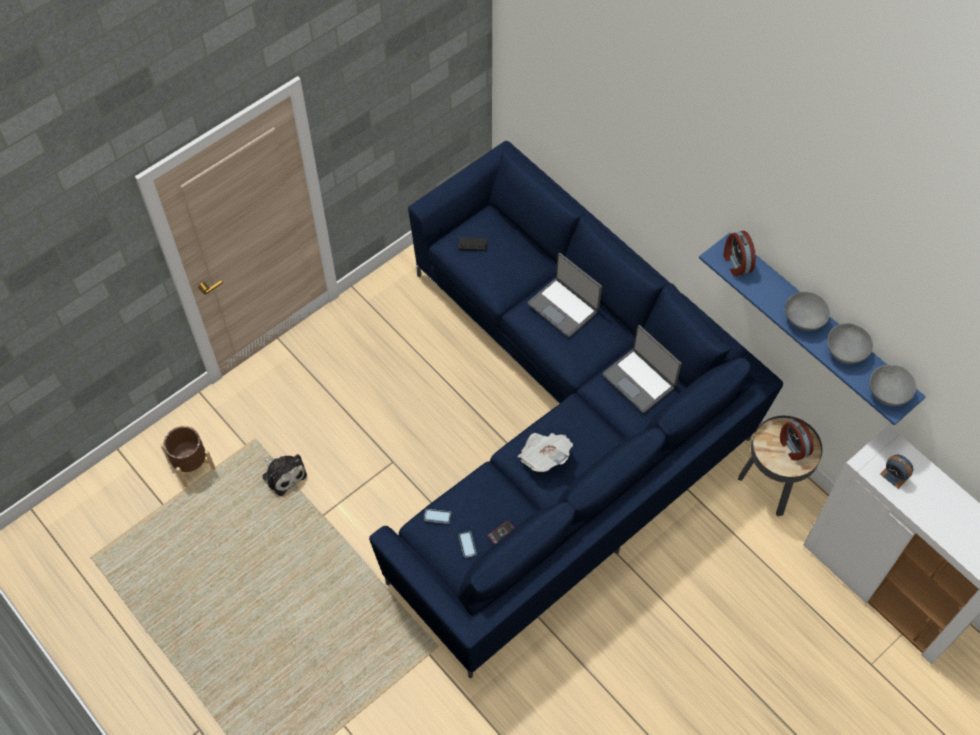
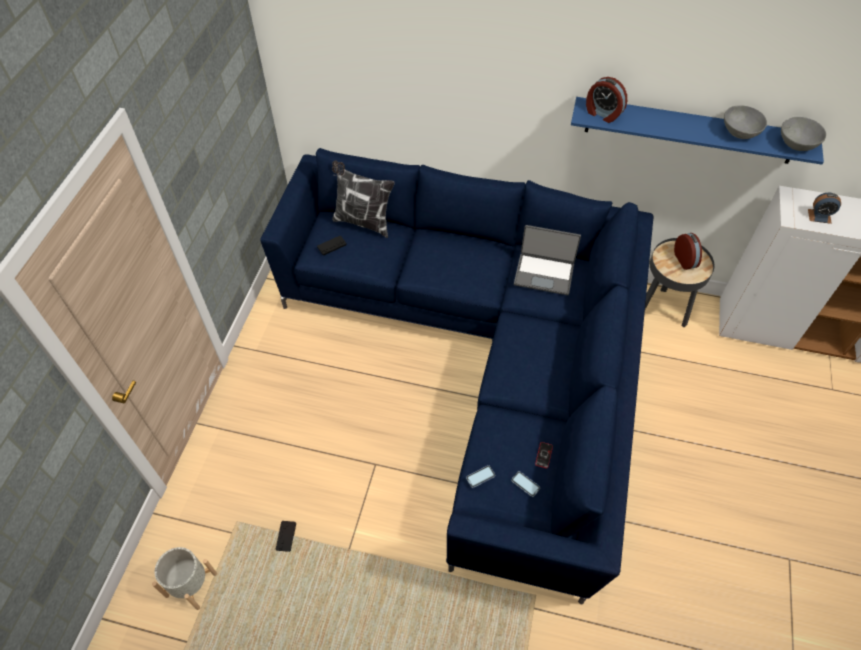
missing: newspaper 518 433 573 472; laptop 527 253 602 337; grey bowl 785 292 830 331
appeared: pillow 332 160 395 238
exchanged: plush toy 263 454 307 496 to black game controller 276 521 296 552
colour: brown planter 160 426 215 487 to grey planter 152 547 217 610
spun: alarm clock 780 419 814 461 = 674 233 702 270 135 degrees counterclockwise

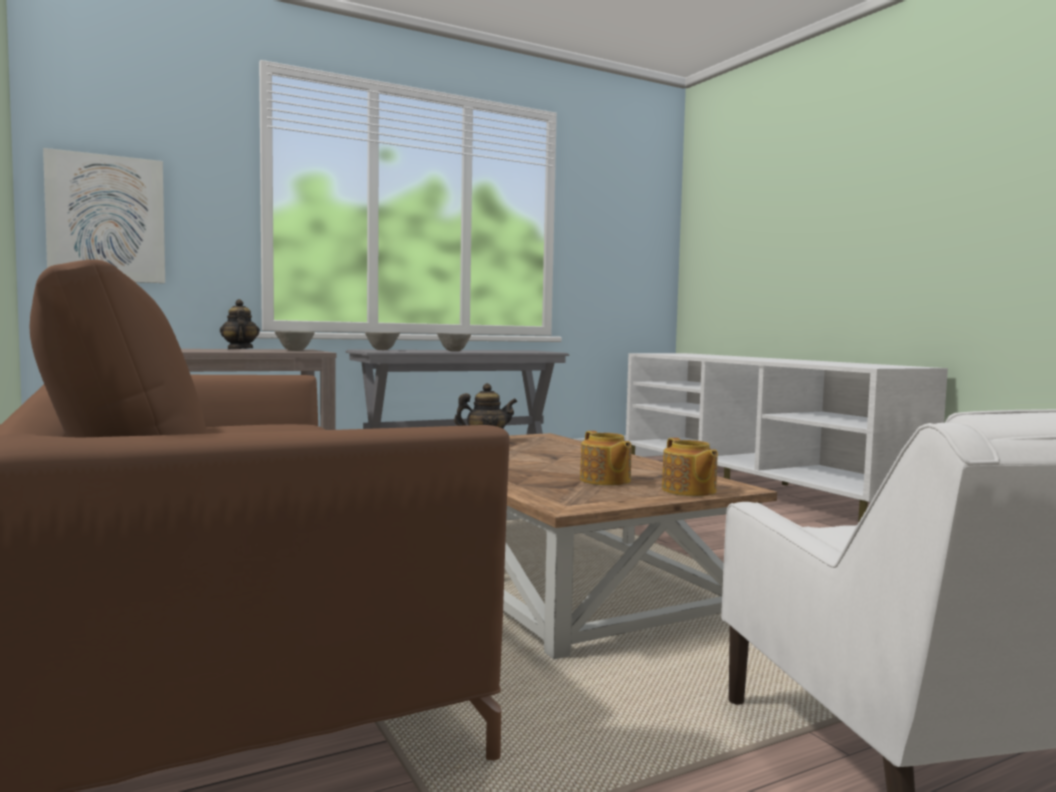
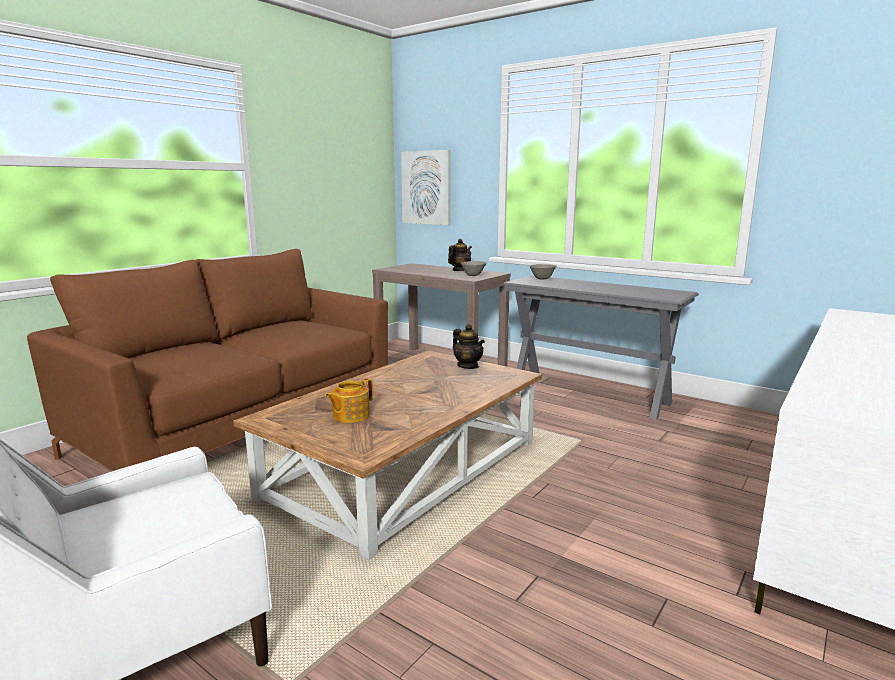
missing: grey bowl 437 333 471 351; teapot 662 438 718 496

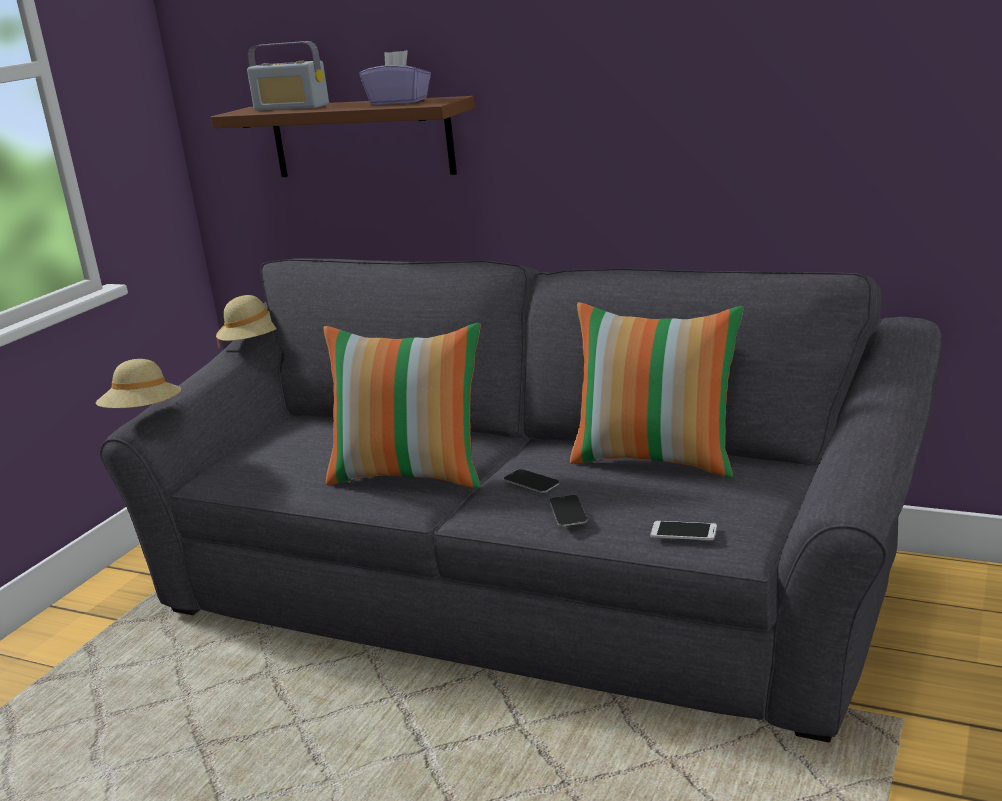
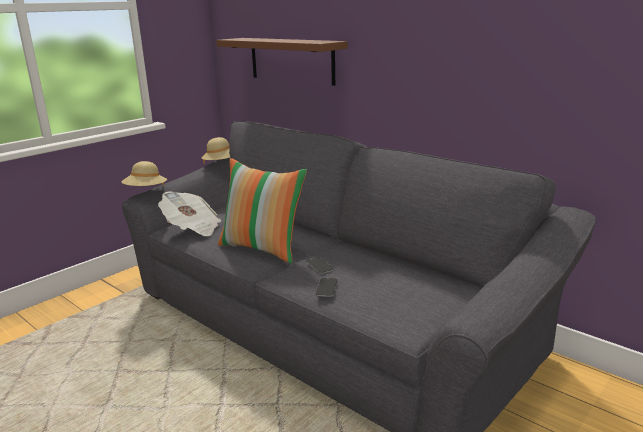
missing: radio 247 41 329 111; purple tissue box 360 50 431 105; pillow 570 302 744 478; phone 650 521 717 540
appeared: newspaper 158 191 221 236

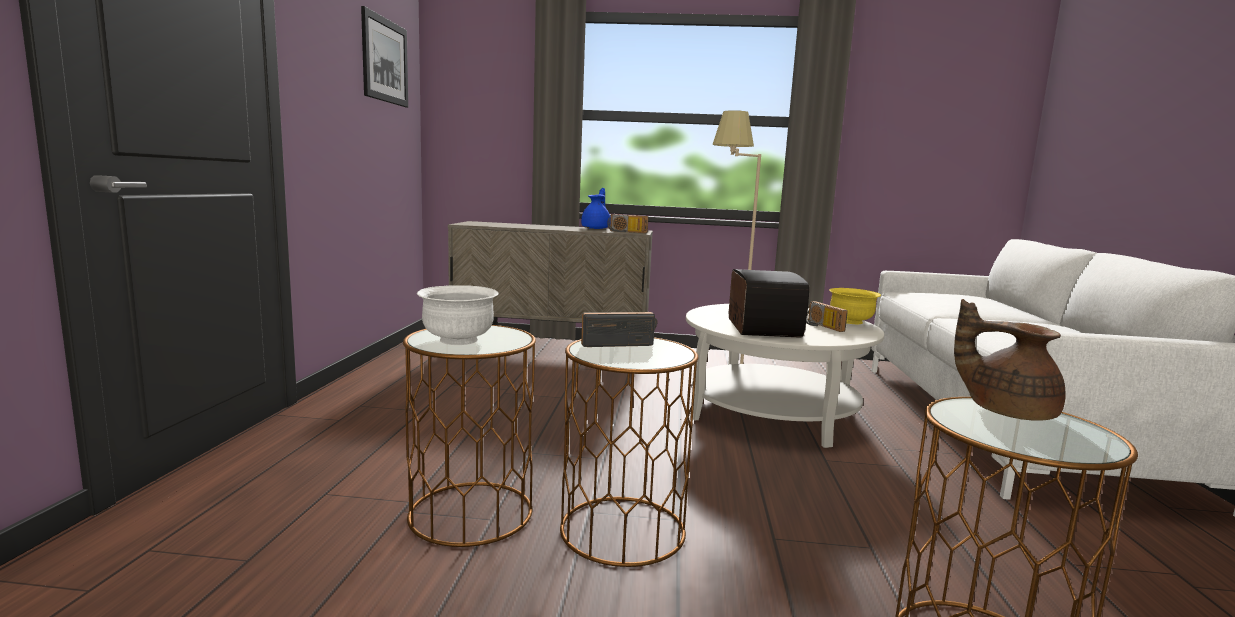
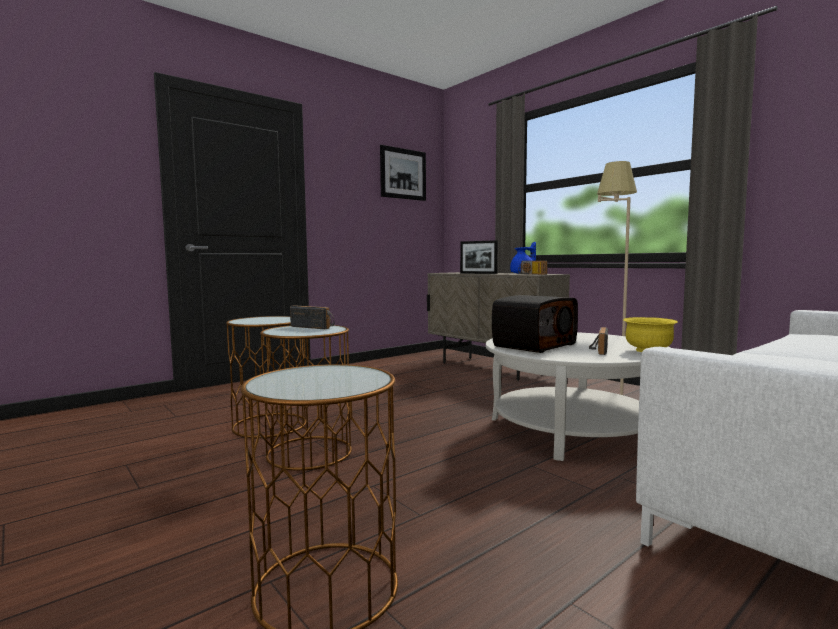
missing: white bowl 417 285 499 345; brown teapot 954 299 1065 421
appeared: picture frame 460 240 498 274

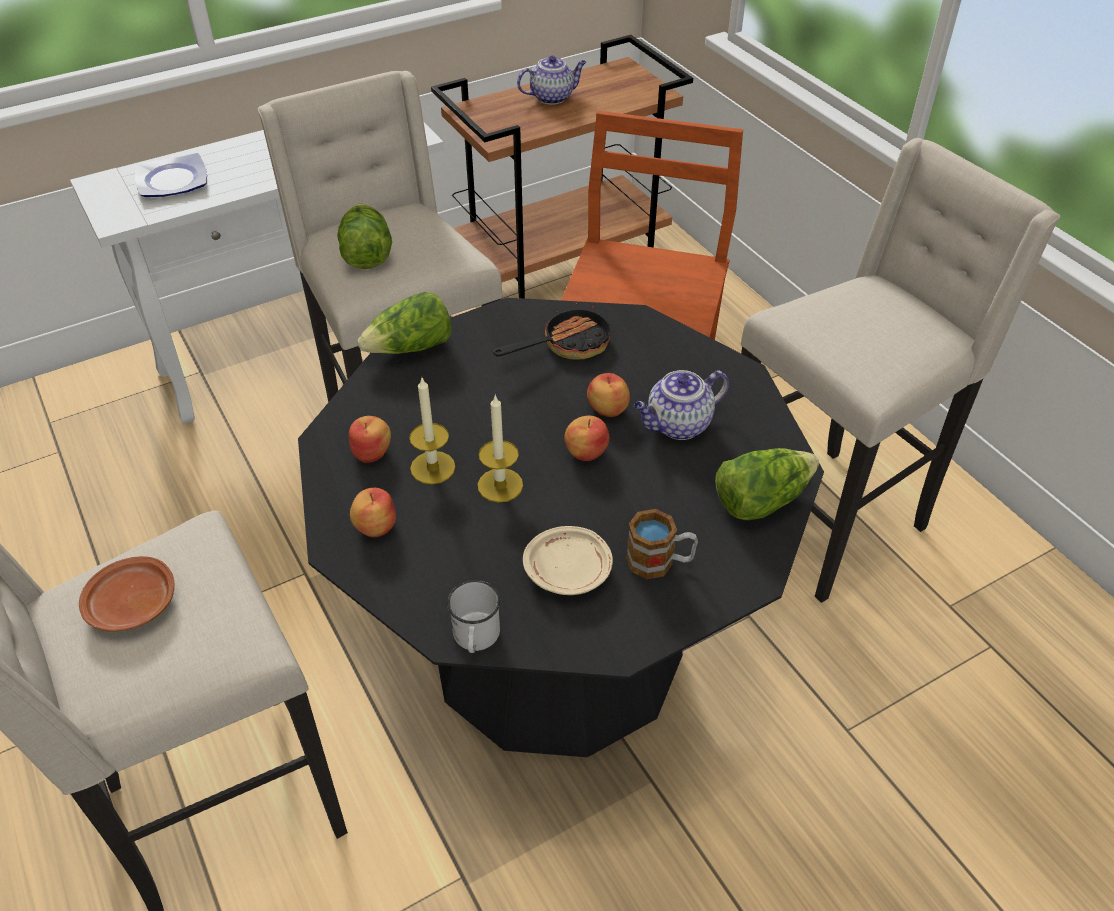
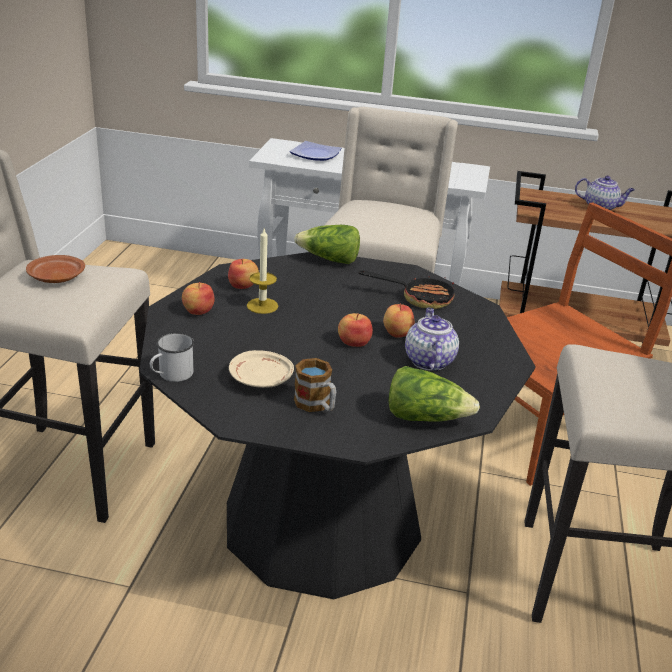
missing: lettuce 337 203 392 269; candle 478 394 523 503
spun: teapot 634 370 729 440 = 405 308 459 371 75 degrees clockwise

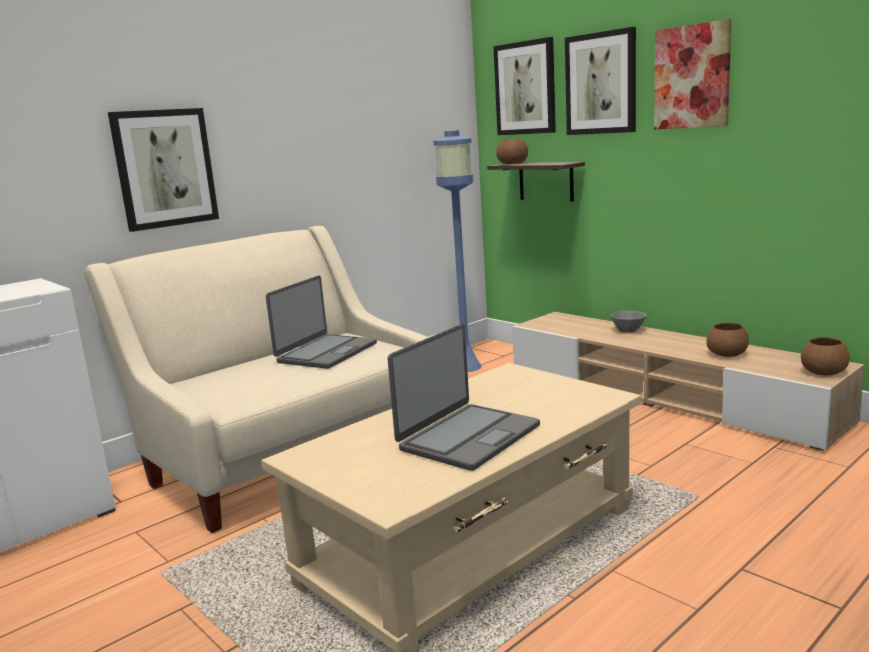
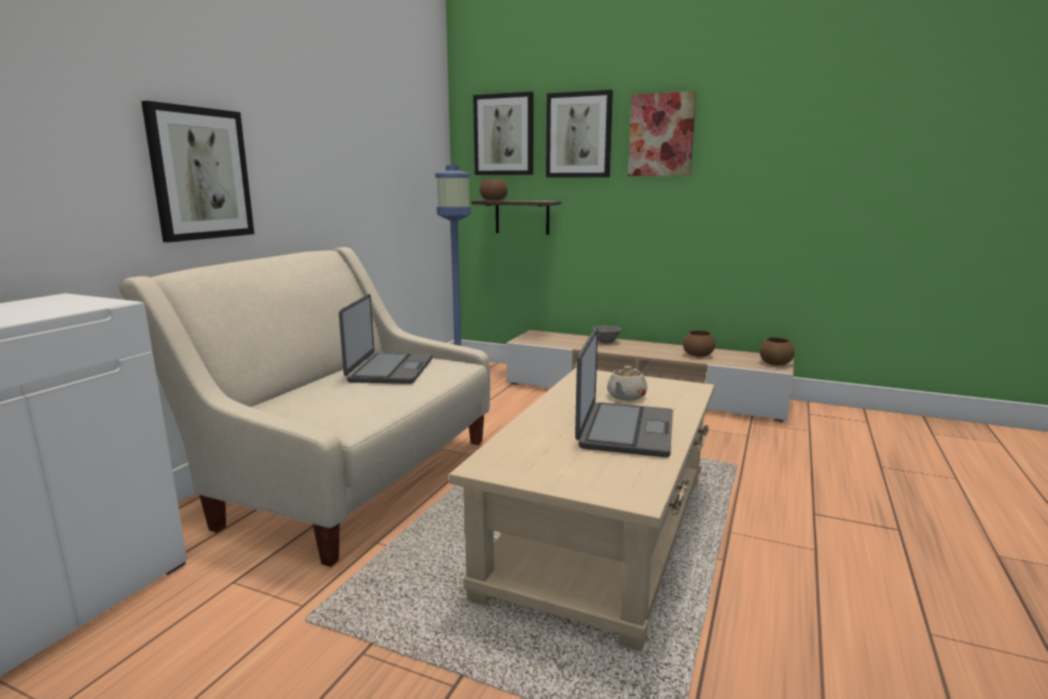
appeared: beige teapot 607 366 647 401

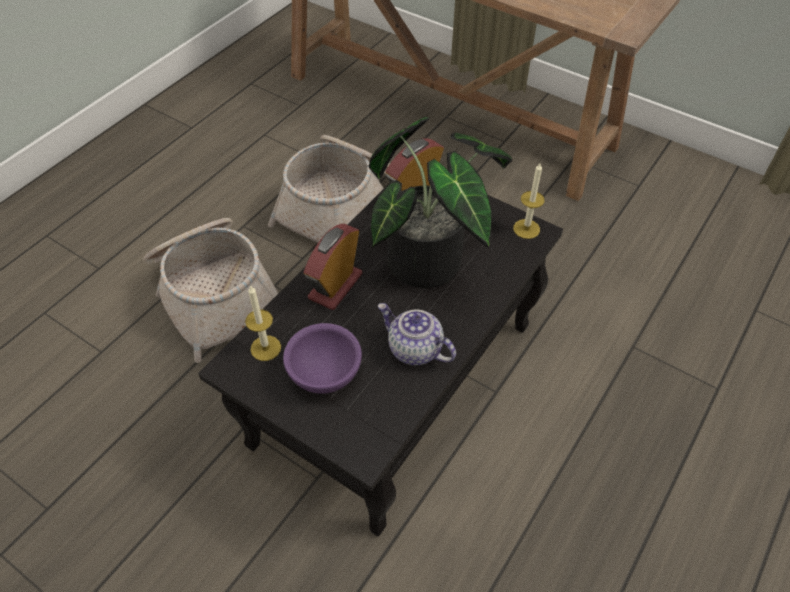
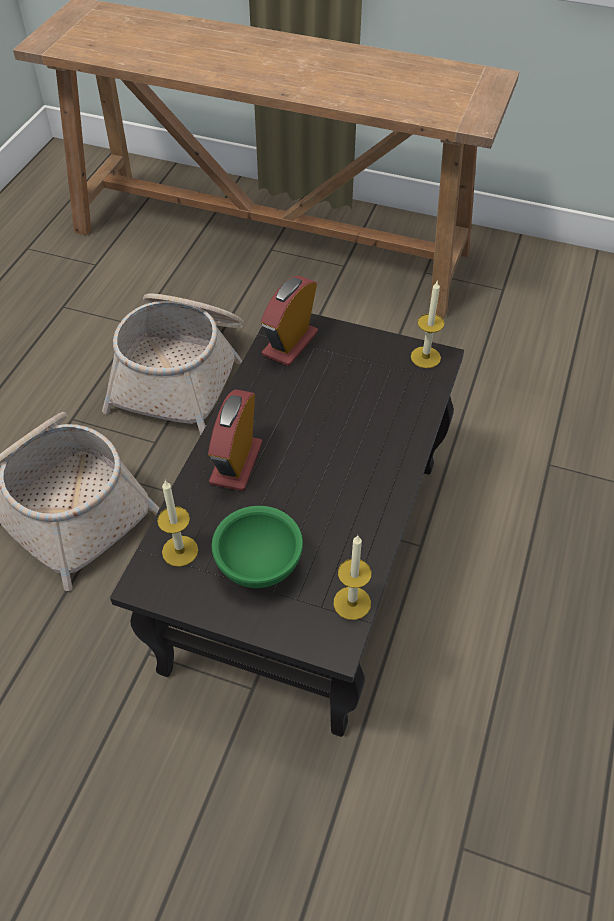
missing: potted plant 369 117 512 288; teapot 378 303 456 365
appeared: candle 333 535 372 620
colour: purple bowl 283 323 362 394 to green bowl 211 506 303 588

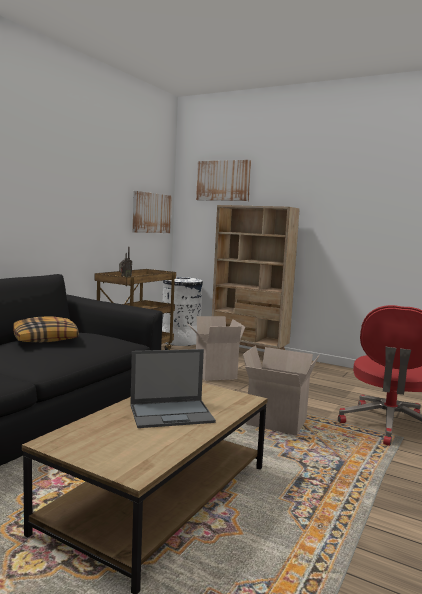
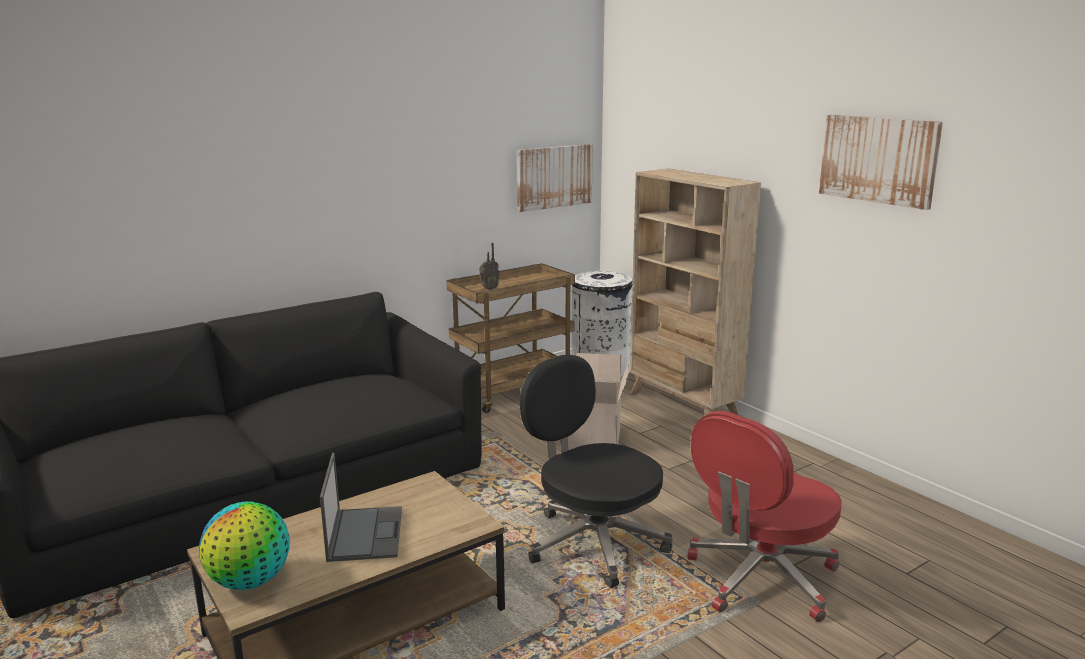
missing: pillow 13 316 79 343
appeared: globe 199 501 290 590
relocated: picture 196 160 251 201 to 819 115 943 210
exchanged: cardboard box 243 345 319 435 to black office chair 520 354 673 588
spun: laptop 130 349 216 428 = 320 453 402 562 105 degrees counterclockwise

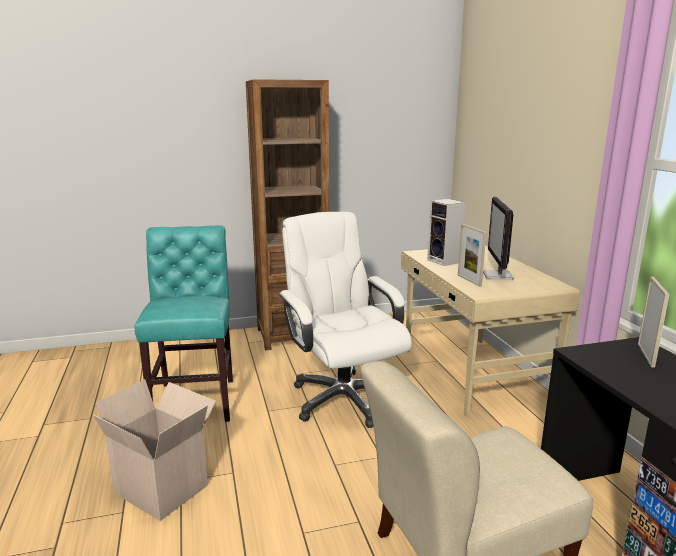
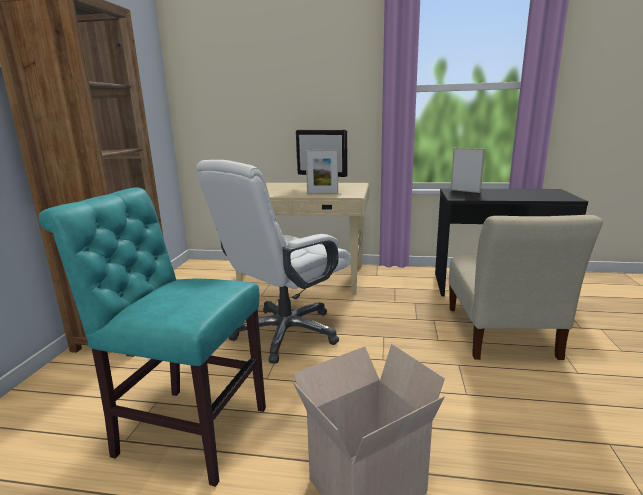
missing: speaker 427 199 465 266
spun: white office chair 278 212 412 428 = 196 160 351 363 45 degrees counterclockwise

